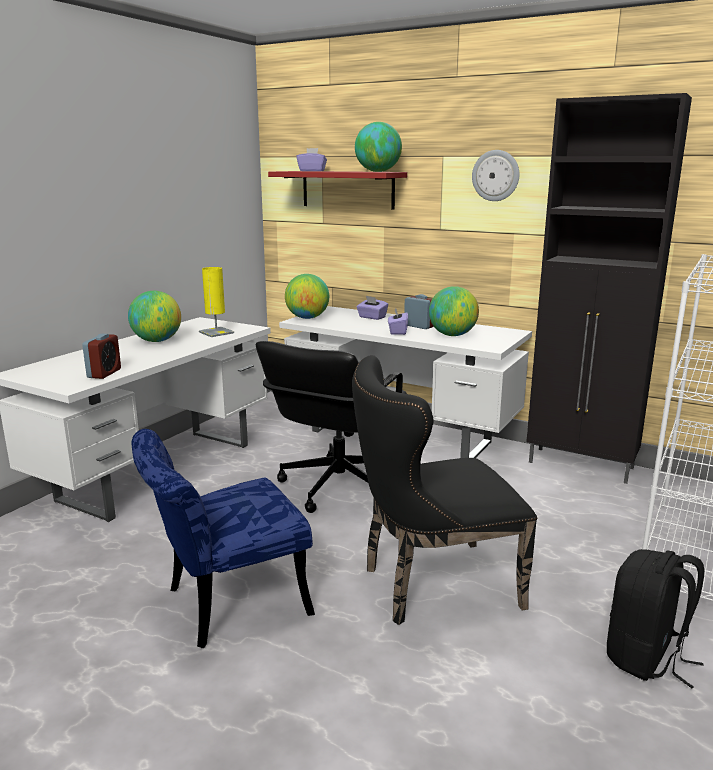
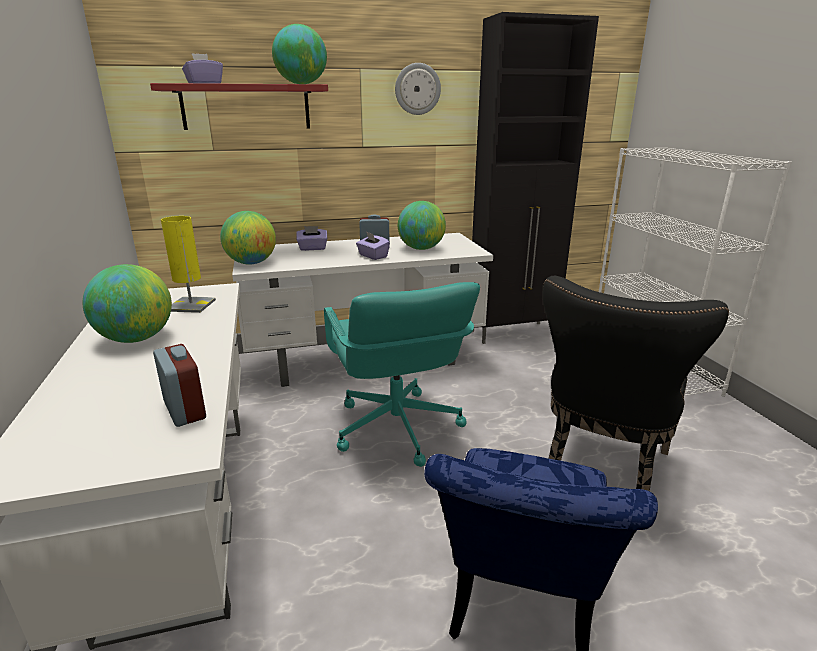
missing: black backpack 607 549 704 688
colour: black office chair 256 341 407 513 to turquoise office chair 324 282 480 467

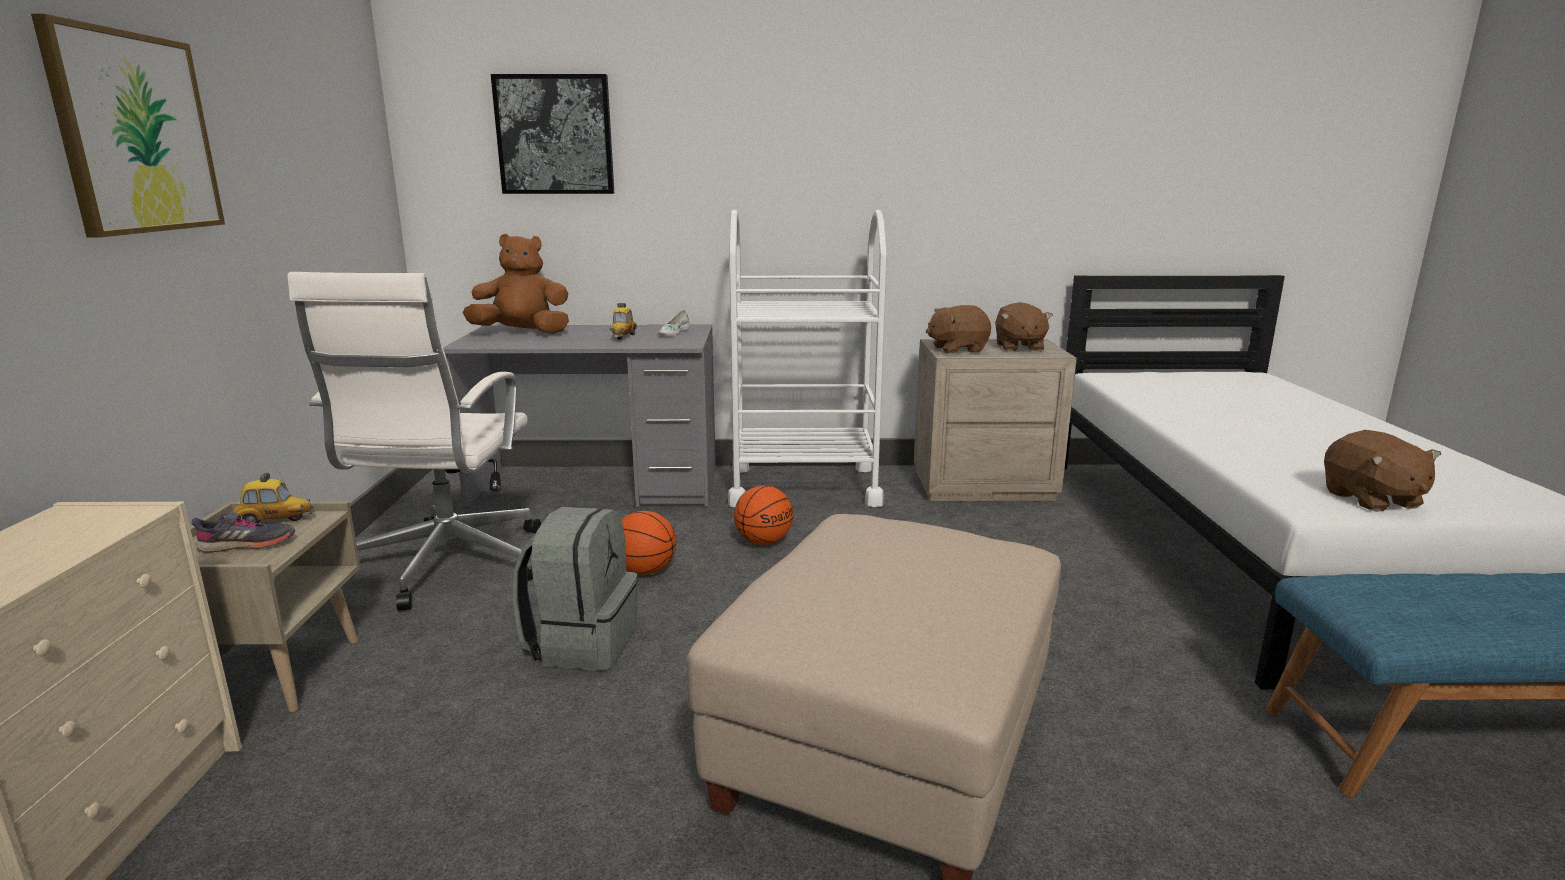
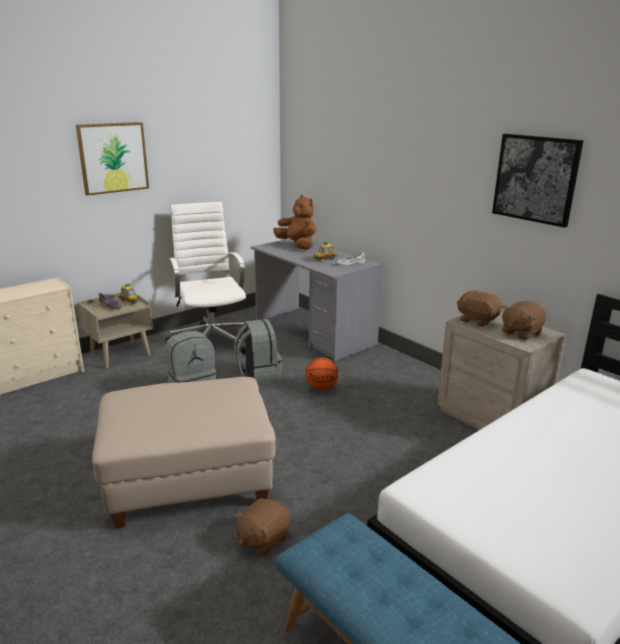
missing: white cart 728 210 887 507
relocated: brown plush toy 1324 430 1441 512 to 235 498 290 556; picture 491 74 614 194 to 492 134 584 228
exchanged: basketball 621 511 677 575 to grey backpack 234 319 282 385
spun: white office chair 287 272 541 611 = 165 202 246 355 105 degrees clockwise

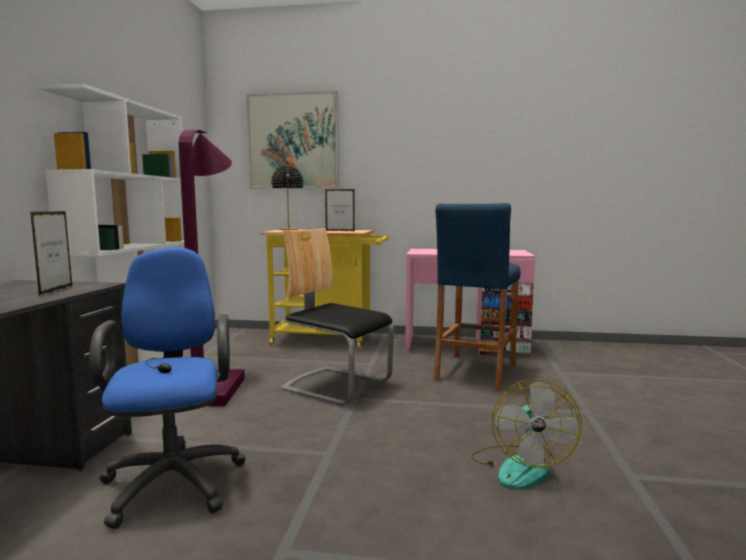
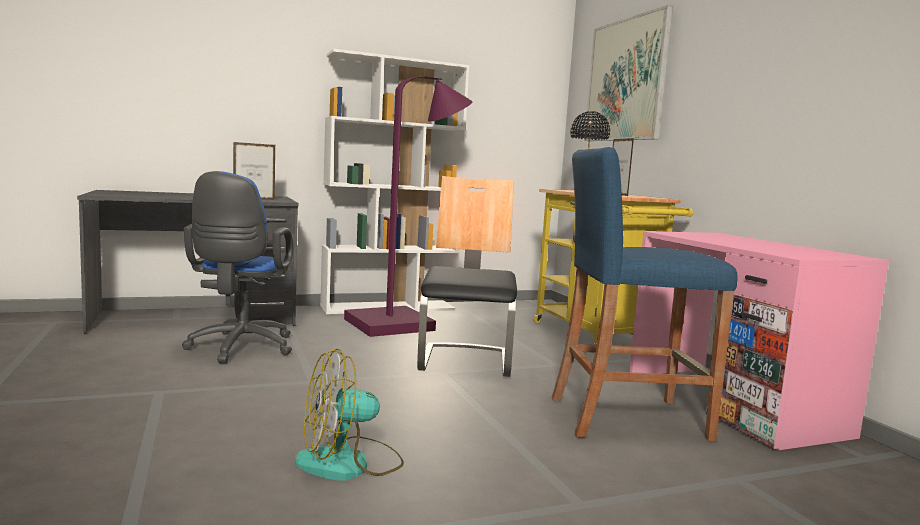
spun: blue office chair 89 247 246 529 = 182 171 293 364 135 degrees clockwise

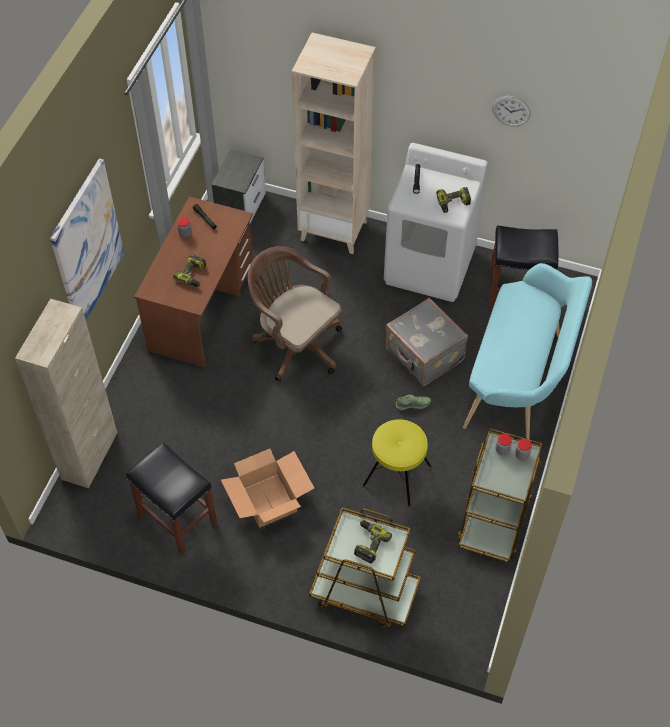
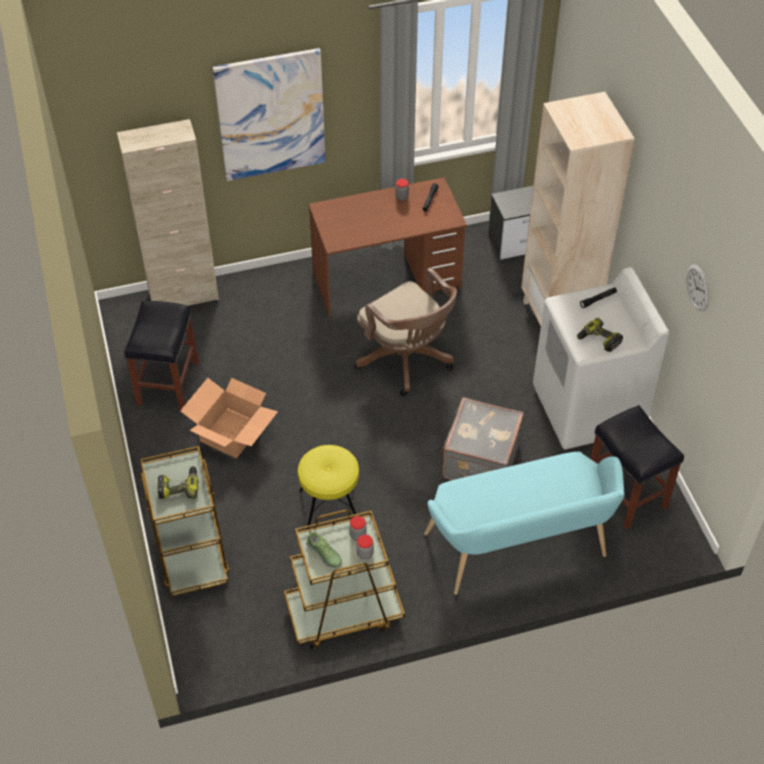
missing: power drill 173 254 206 287
relocated: shoe 396 395 431 410 to 306 530 342 568
spun: brown office chair 248 246 342 381 = 355 268 457 396 135 degrees clockwise

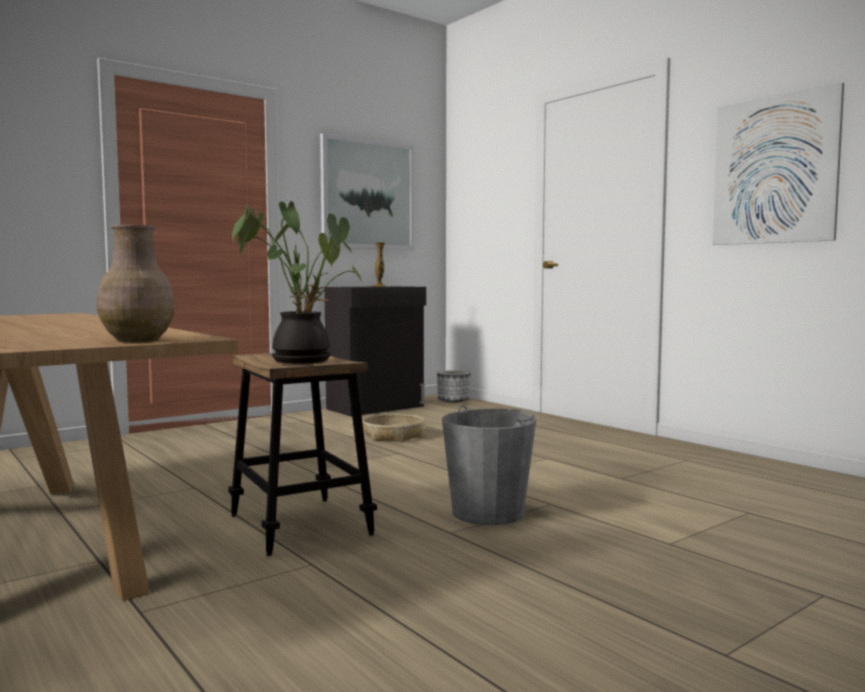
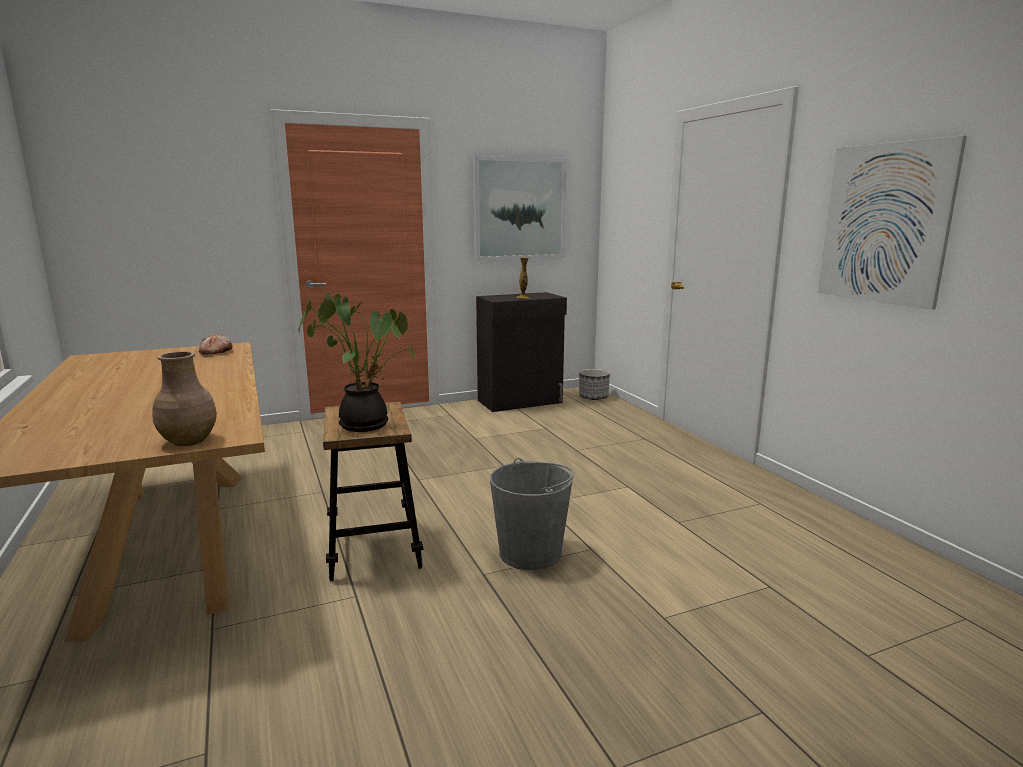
missing: basket 362 414 424 442
appeared: bread 199 334 233 355

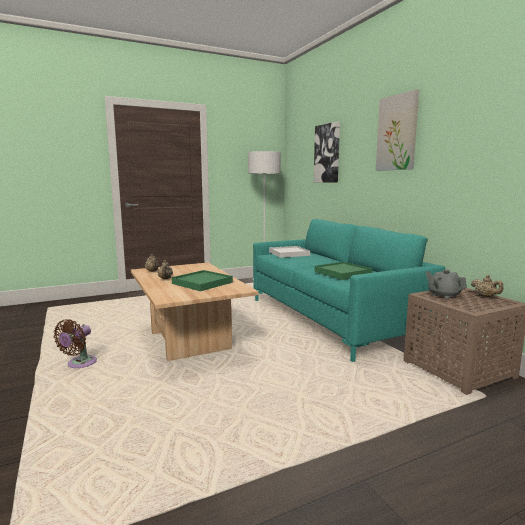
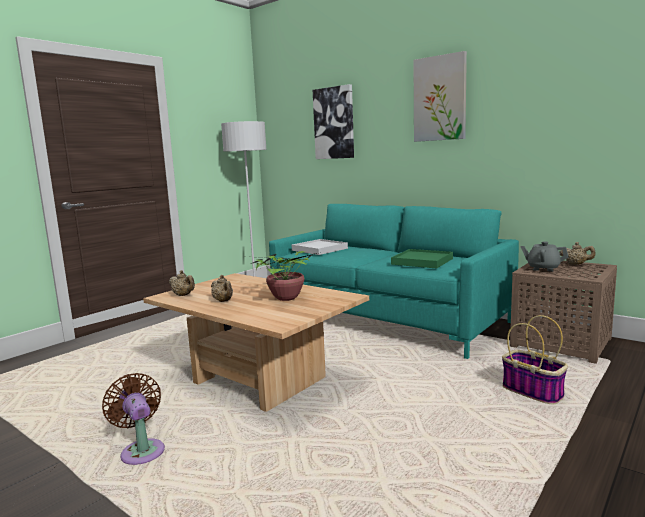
appeared: basket 502 315 568 404
exchanged: green tray 172 270 233 291 to potted plant 241 251 321 301
spun: brown fan 53 319 97 368 = 102 373 165 465 150 degrees clockwise

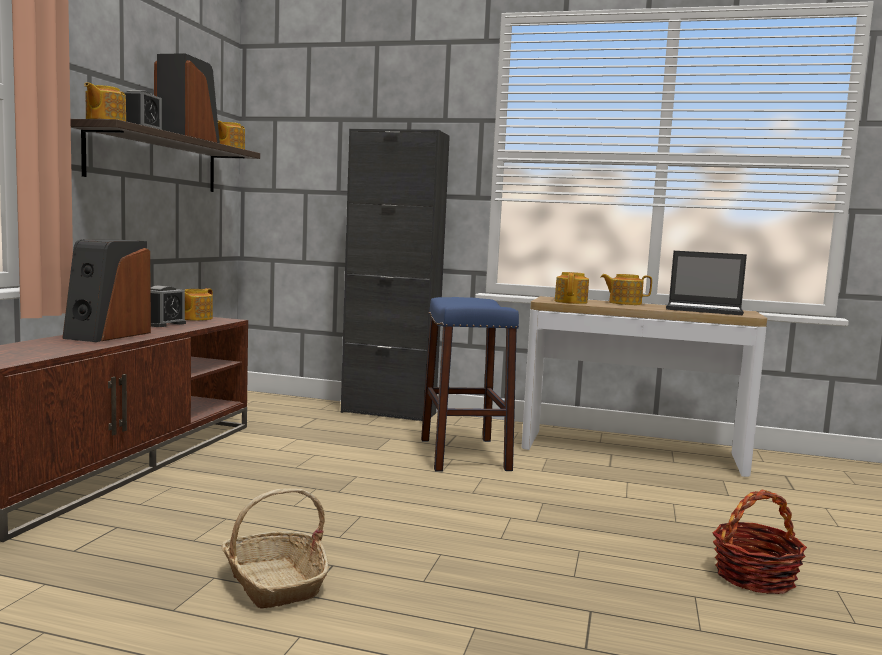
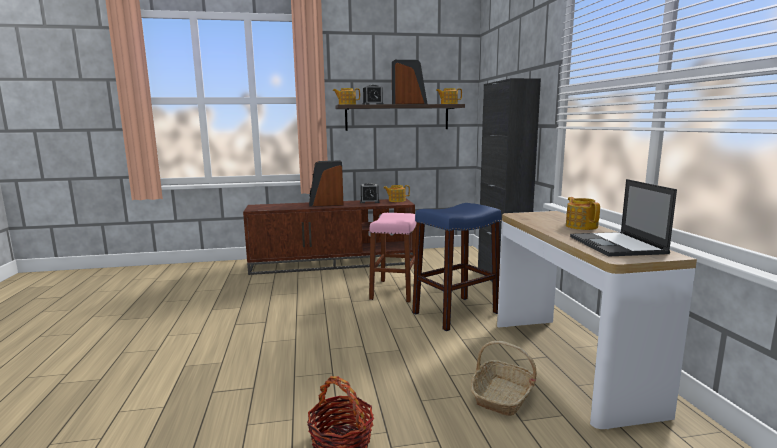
missing: teapot 555 272 589 304
appeared: pink stool 369 213 417 302
relocated: basket 221 488 329 609 to 471 341 537 416

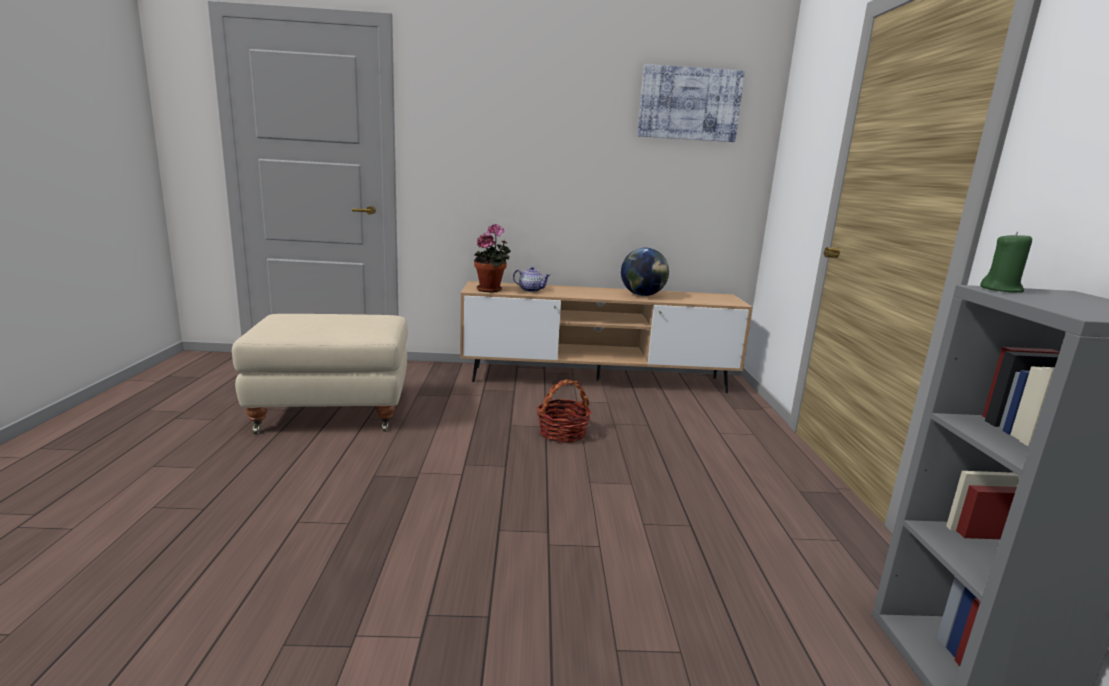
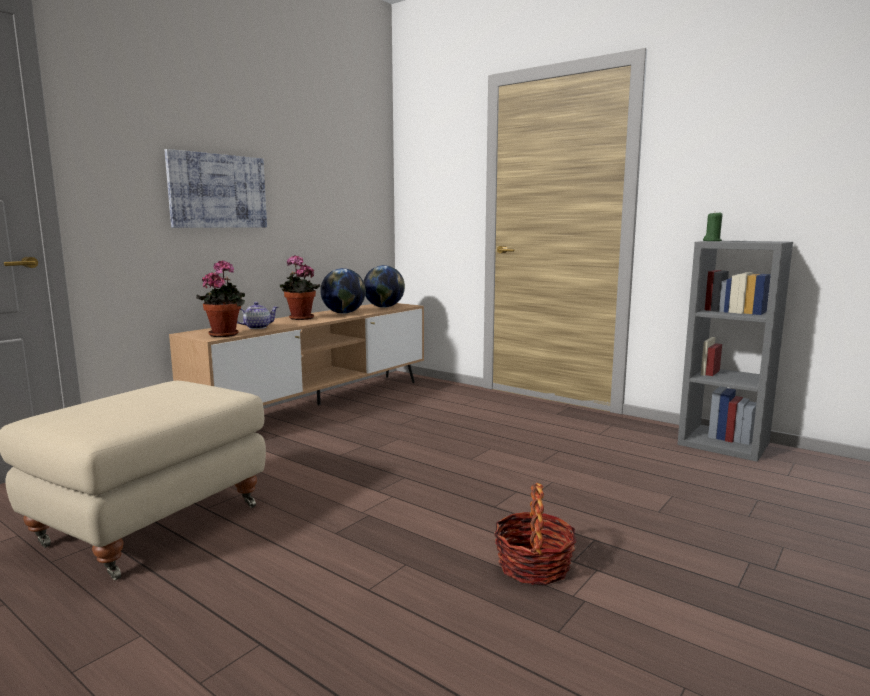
appeared: potted plant 280 255 320 320; globe 363 265 405 308
relocated: picture 637 64 745 142 to 165 149 267 228; basket 537 379 592 443 to 494 483 576 585

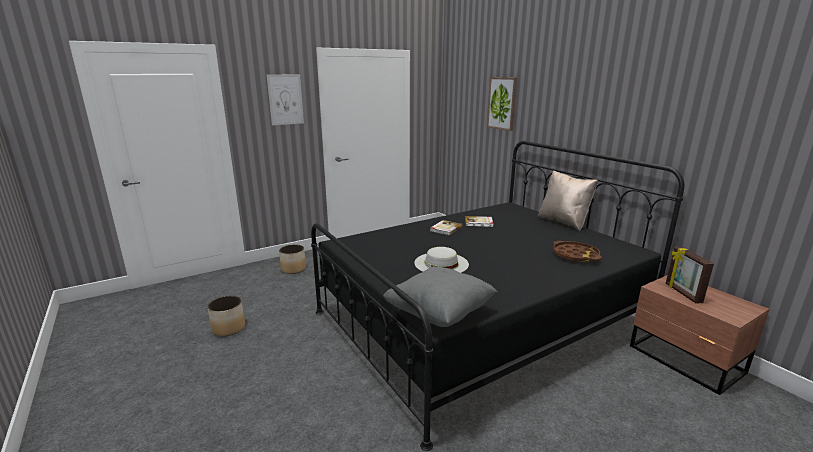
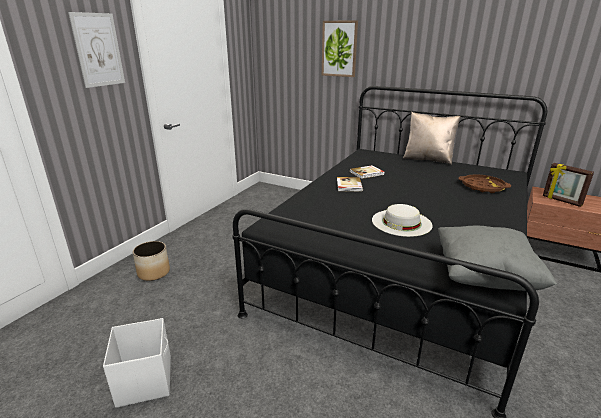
exchanged: planter 207 296 245 336 to white storage box 103 318 171 408

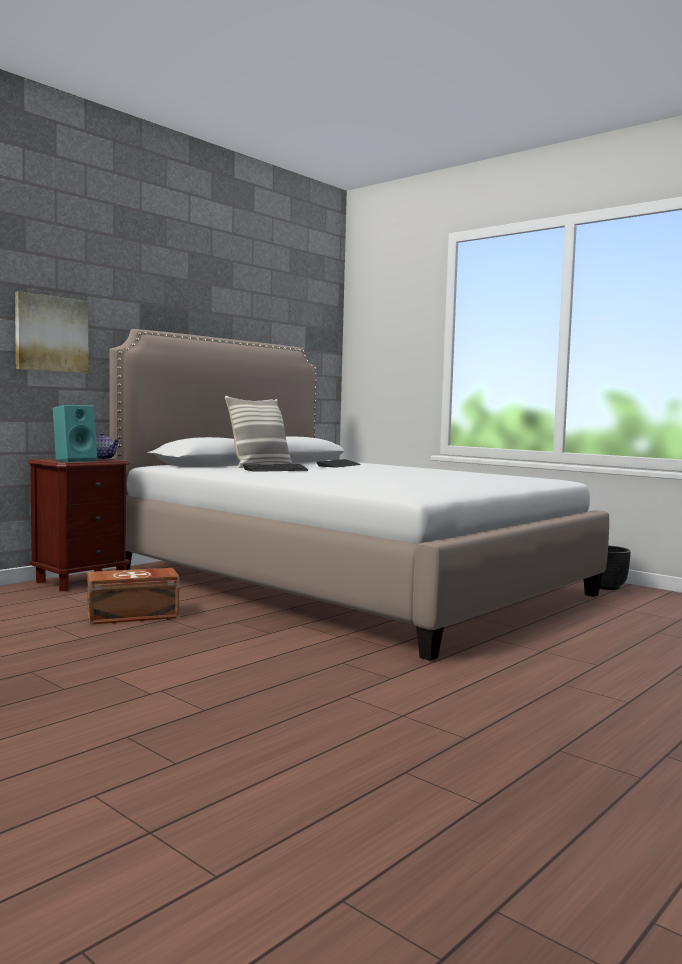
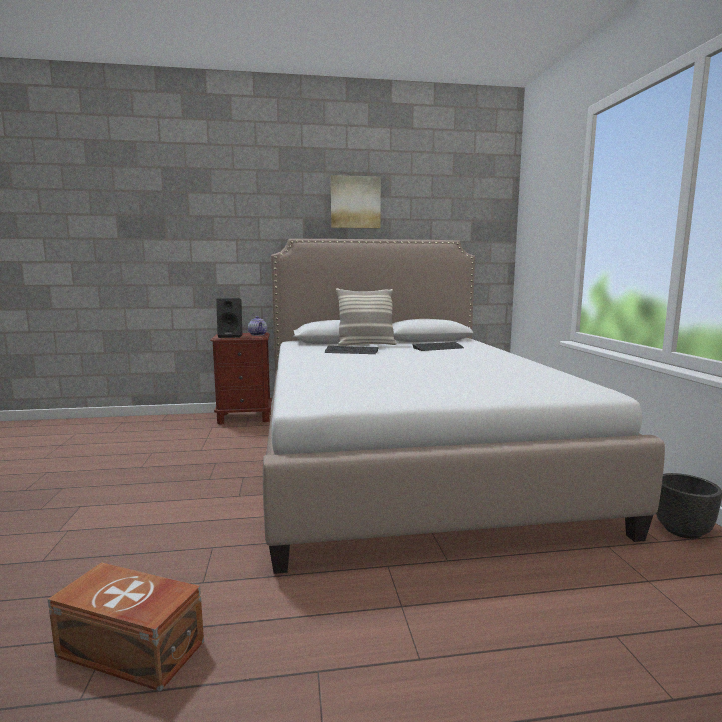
relocated: brown storage box 87 568 179 625 to 48 562 204 692; picture 15 291 88 373 to 331 175 381 228
colour: turquoise speaker 52 405 97 462 to black speaker 216 298 242 338

